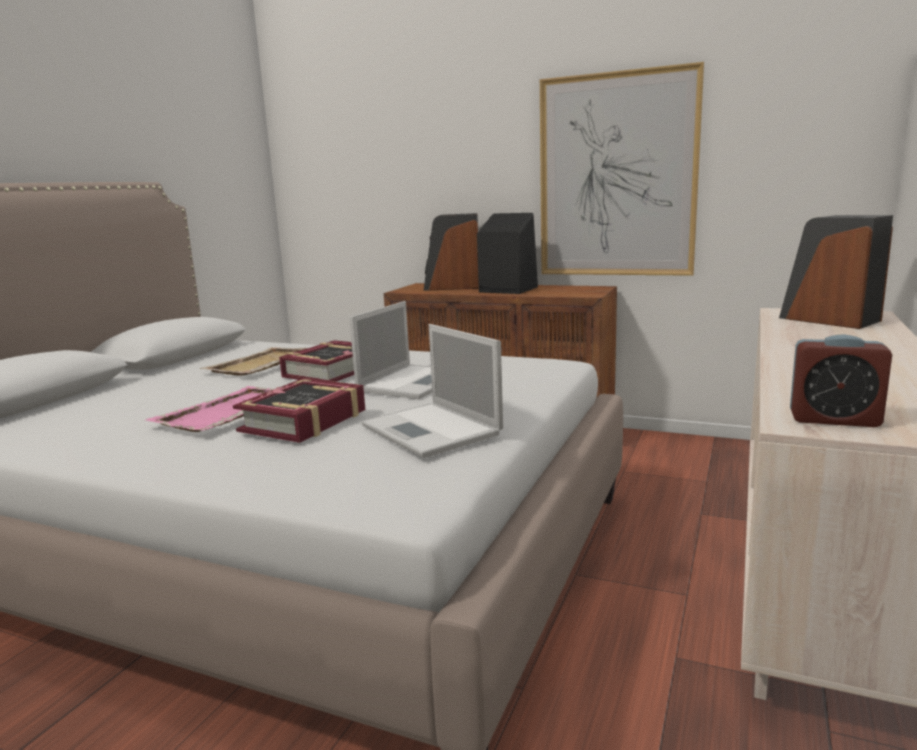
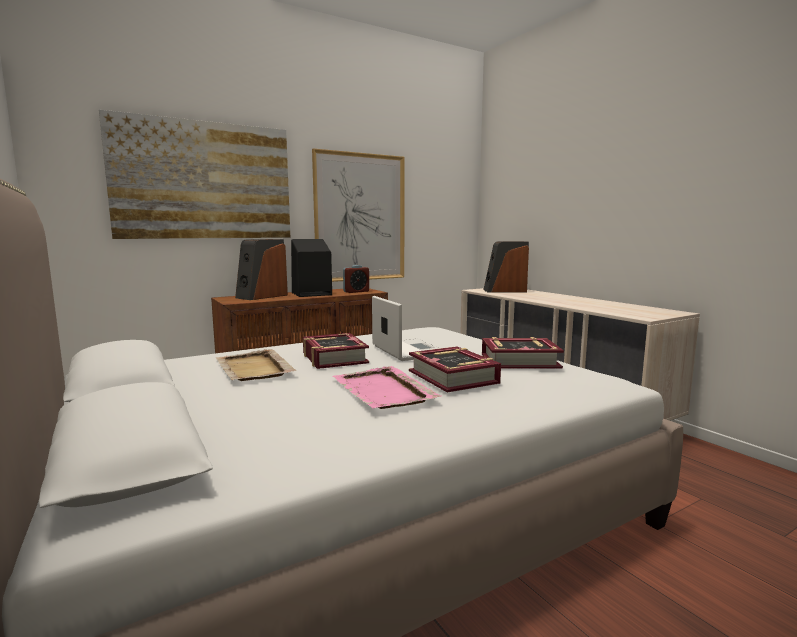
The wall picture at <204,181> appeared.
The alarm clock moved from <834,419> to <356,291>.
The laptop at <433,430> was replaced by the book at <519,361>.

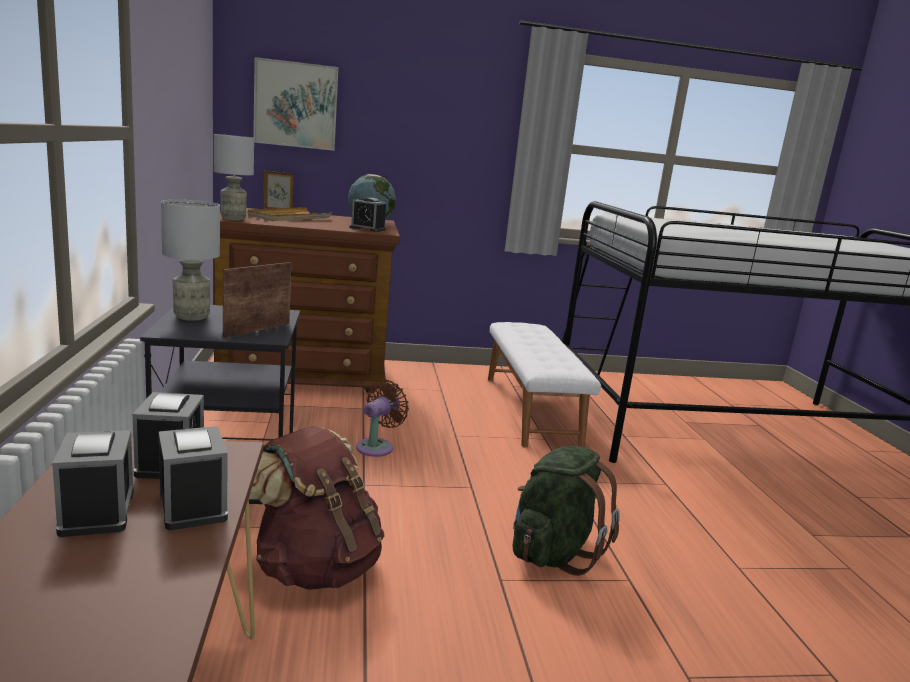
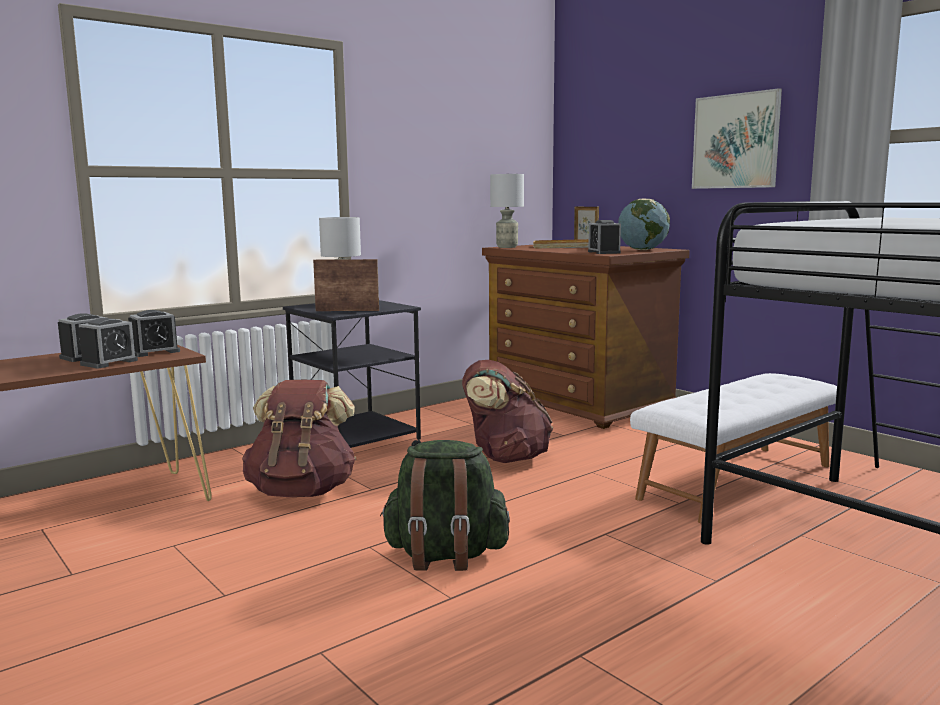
The brownish cooling fan at <377,446> was replaced by the brownish rucksack at <505,457>.
The wall picture moved from <295,105> to <735,141>.

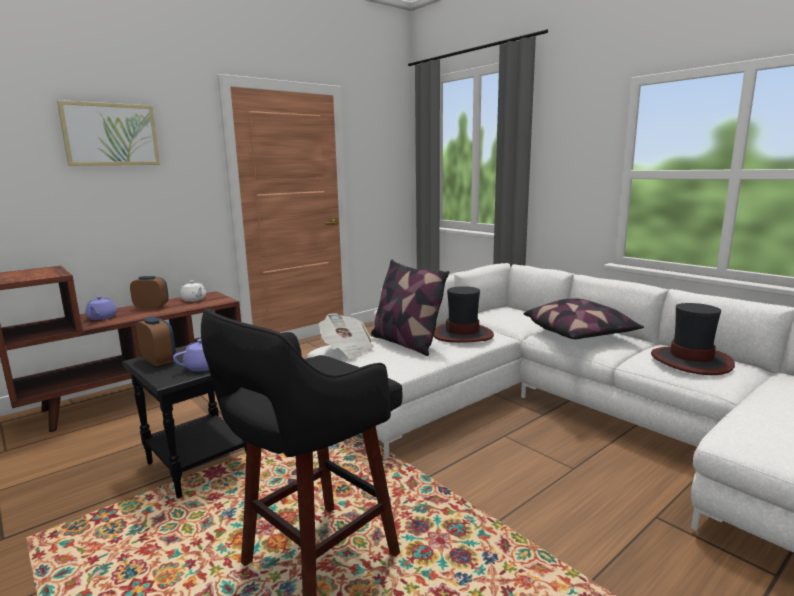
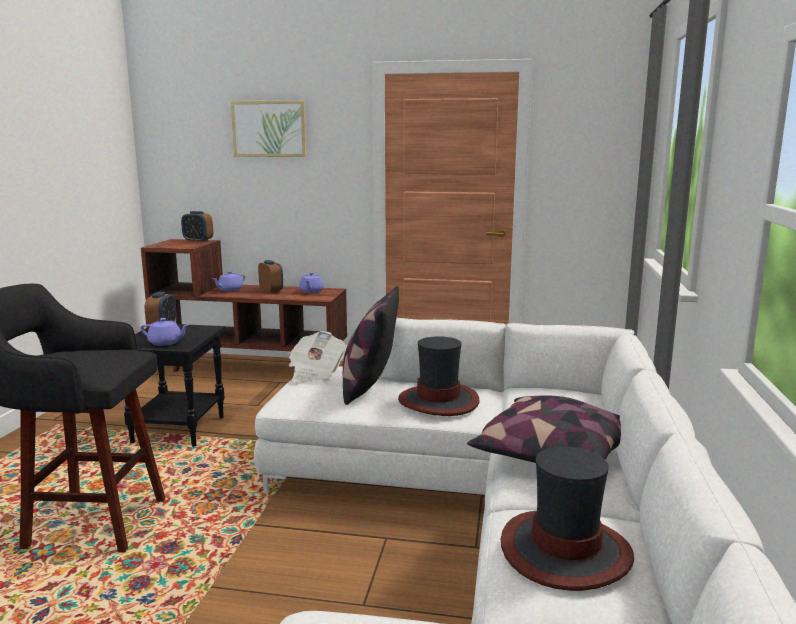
The alarm clock at <198,241> appeared.
The whitish pot for tea at <194,299> became the purple-coloured pot for tea at <311,291>.

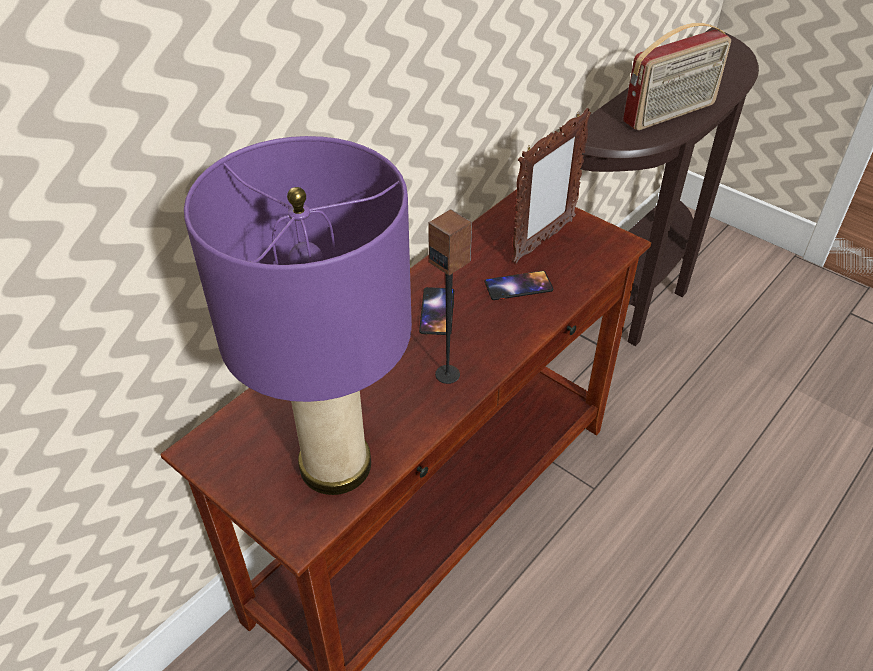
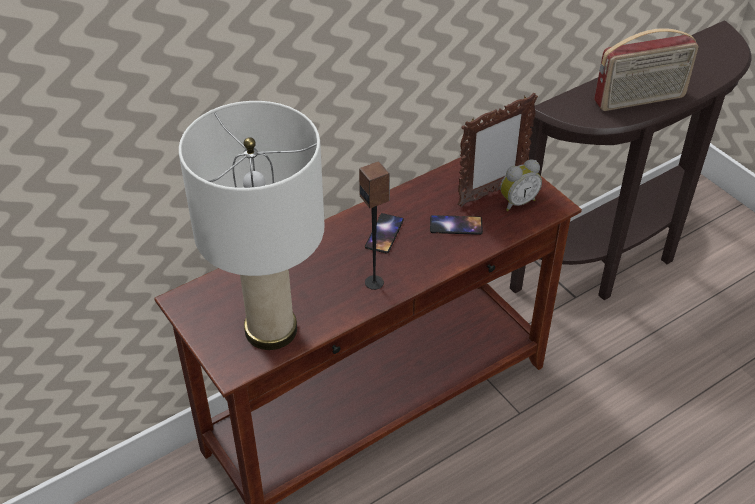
The purple-coloured tabletop lamp at <336,465> became the whitish tabletop lamp at <271,330>.
The alarm clock at <517,202> appeared.

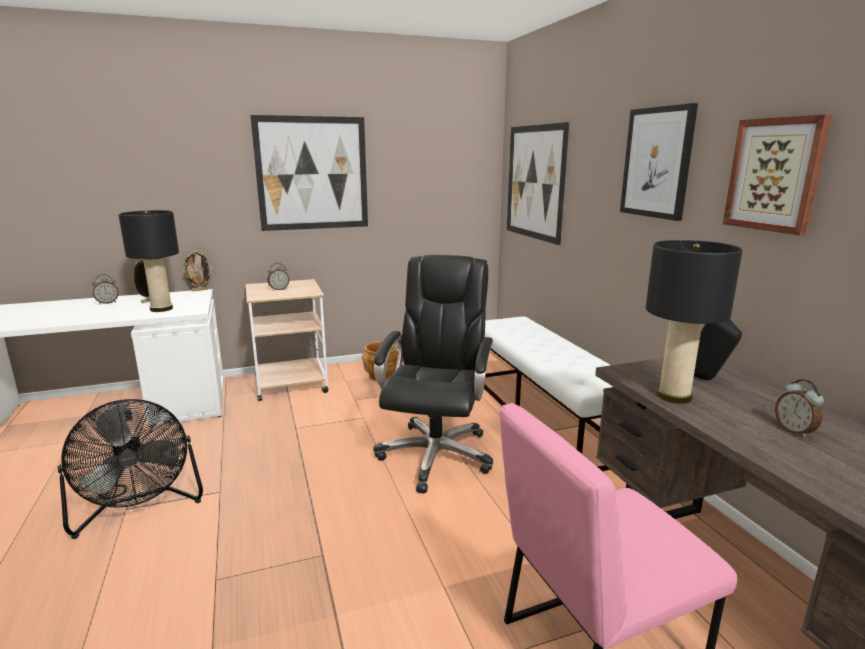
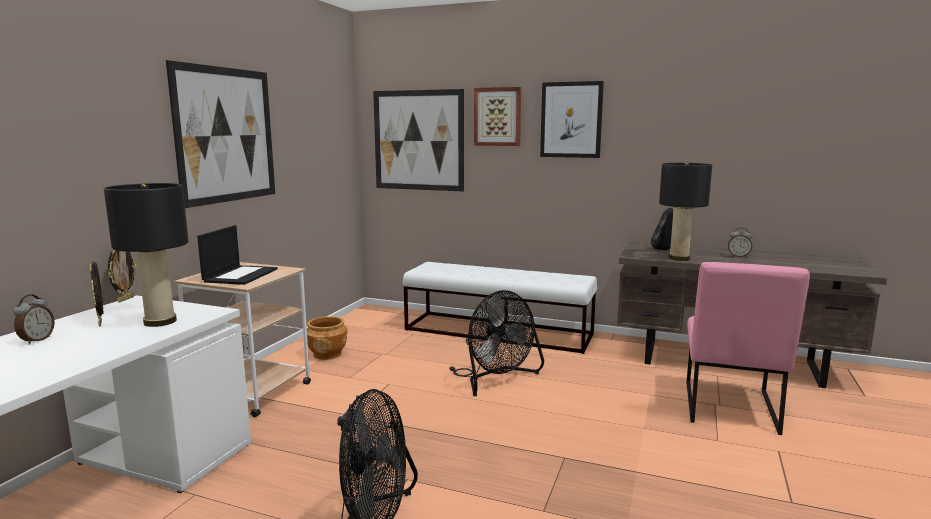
The alarm clock at <279,289> was replaced by the laptop at <240,275>.
The blackish office chair at <436,454> was replaced by the blackish cooling fan at <493,379>.
The wall picture moved from <775,175> to <497,117>.

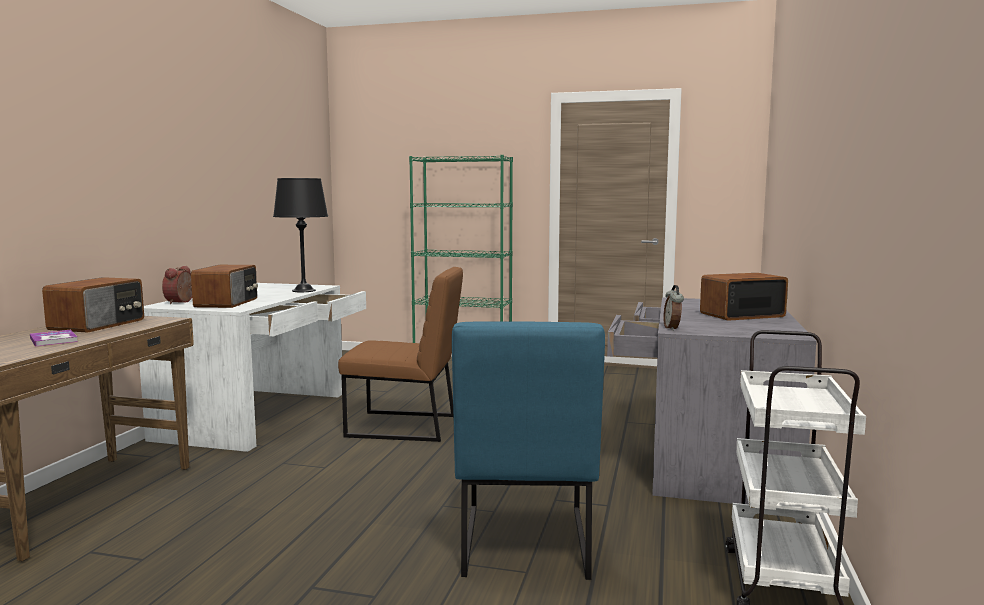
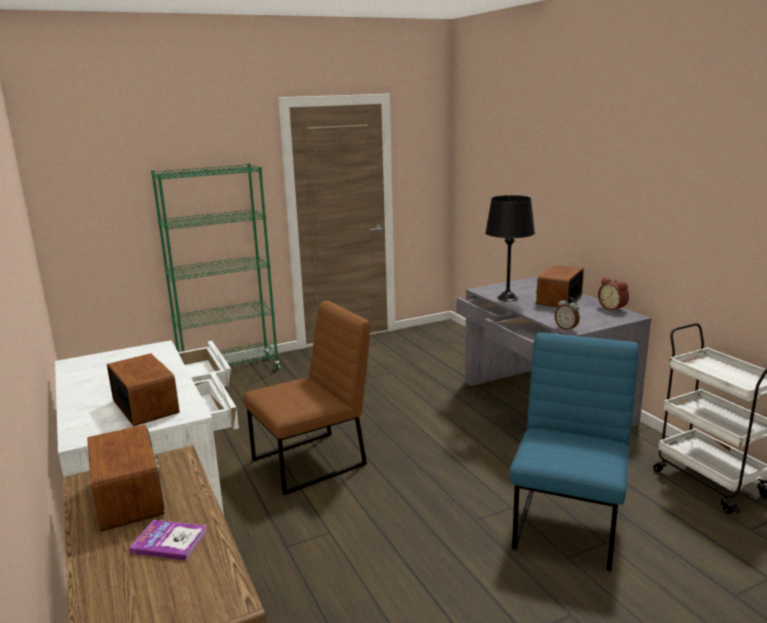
The blackish tabletop lamp moved from <303,290> to <507,298>.
The blue plain chair at <524,543> turned 120 degrees counterclockwise.
The alarm clock moved from <181,302> to <613,308>.

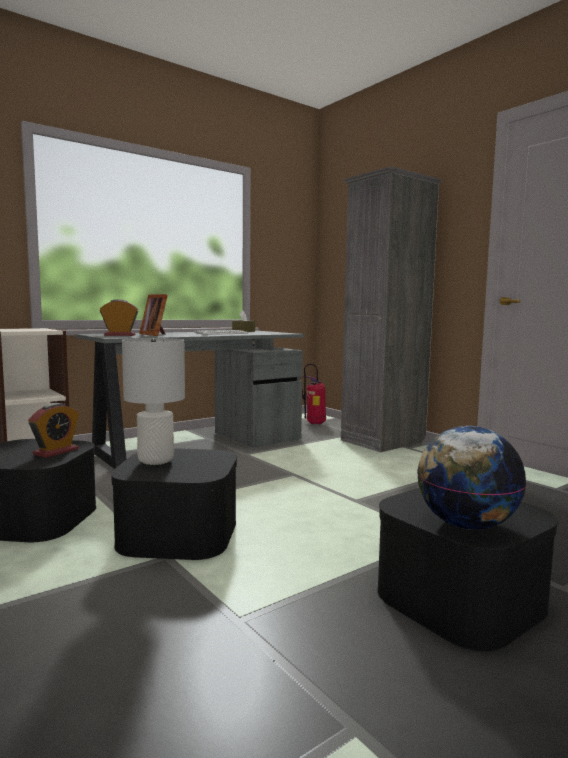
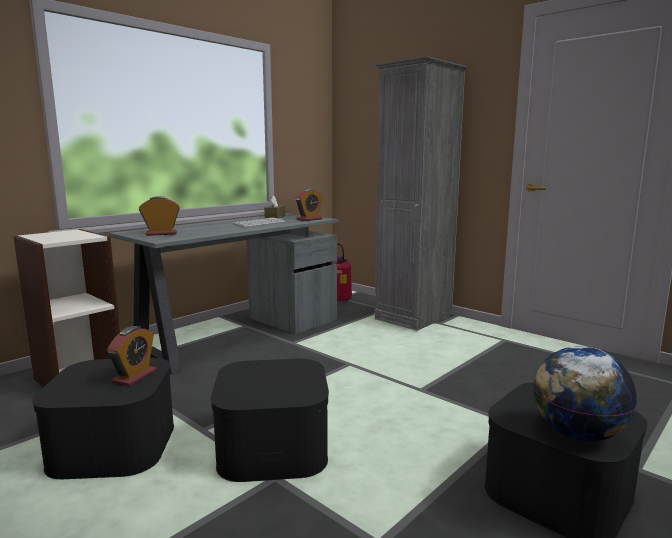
The alarm clock at <309,219> appeared.
The greyish tabletop lamp at <155,462> disappeared.
The picture frame at <156,335> disappeared.

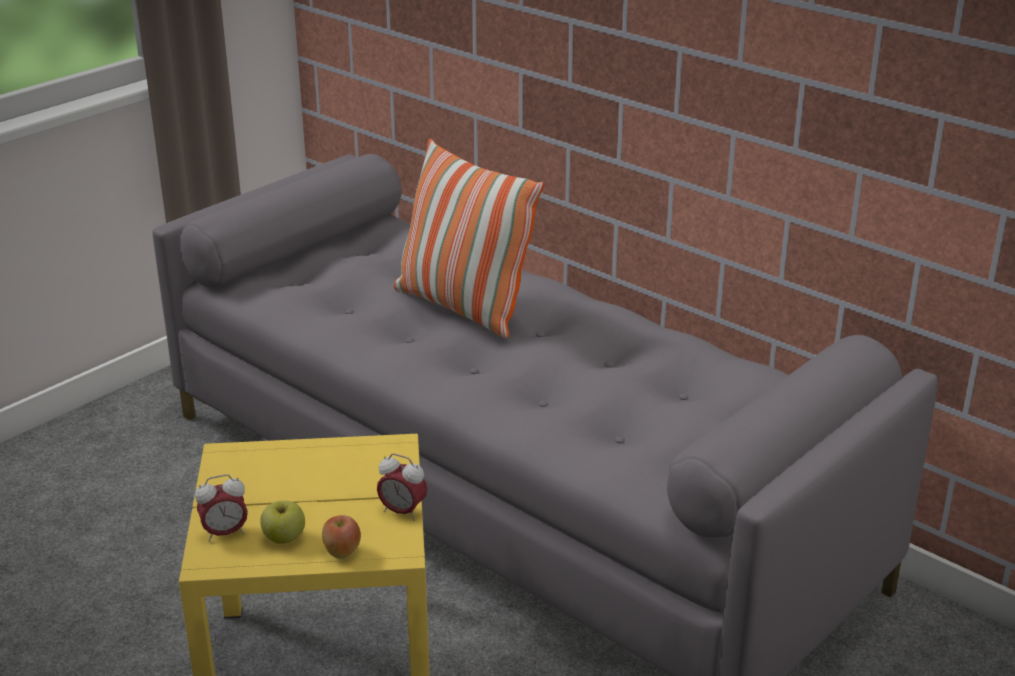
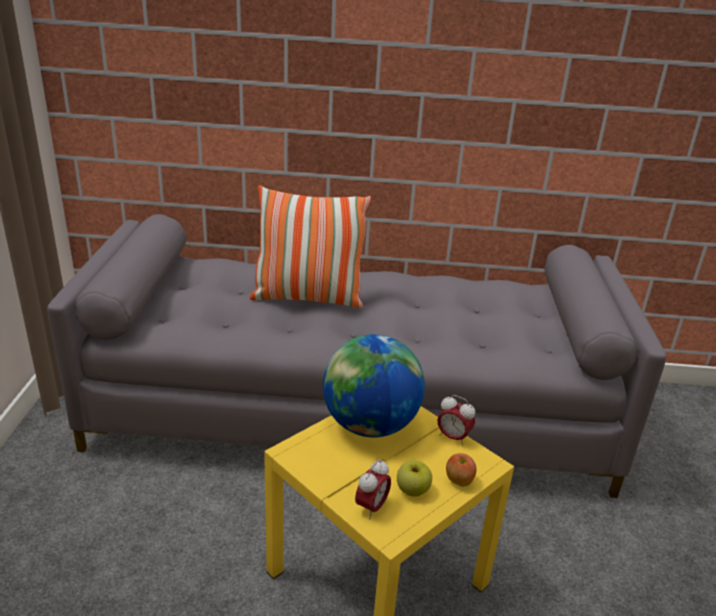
The globe at <370,425> appeared.
The alarm clock at <402,512> turned 45 degrees clockwise.

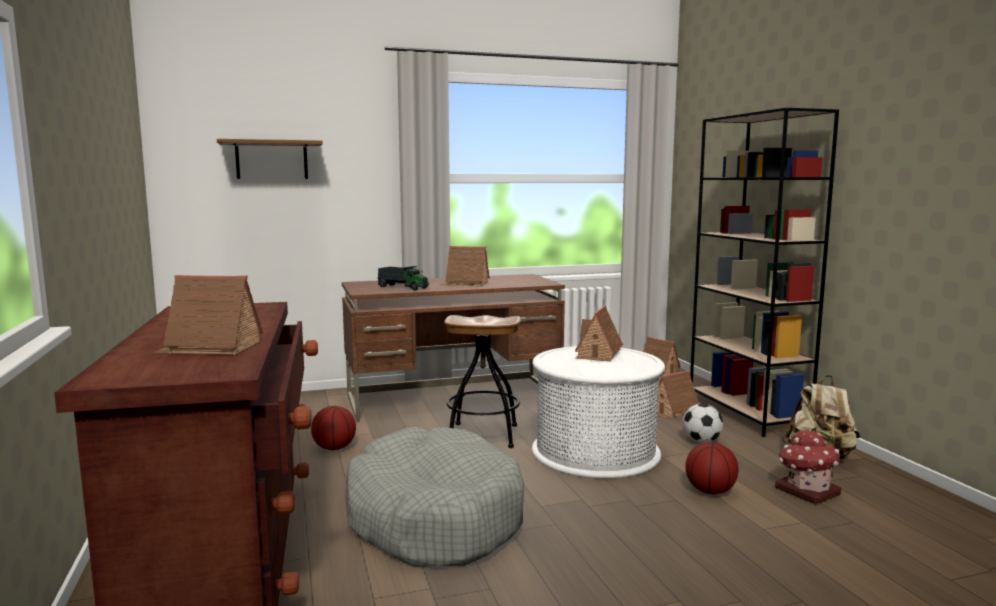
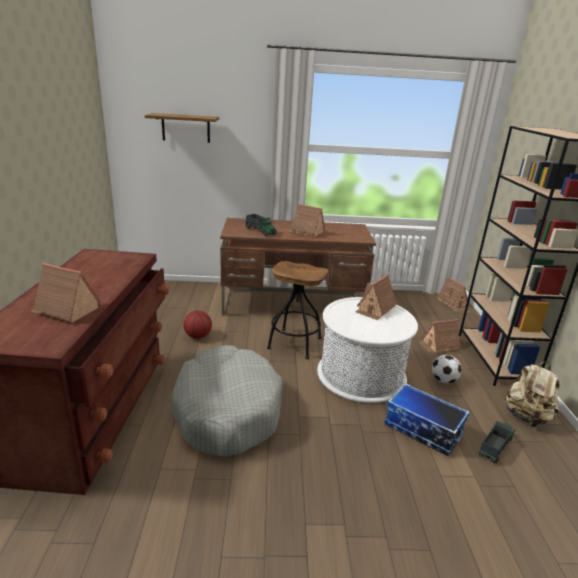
The ball for basketball at <709,491> was replaced by the storage bin at <422,430>.
The toy house at <806,491> was replaced by the toy lorry at <495,447>.

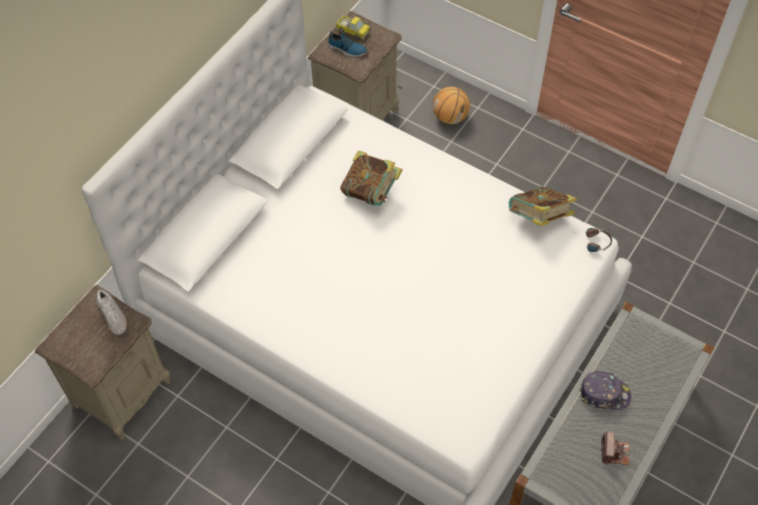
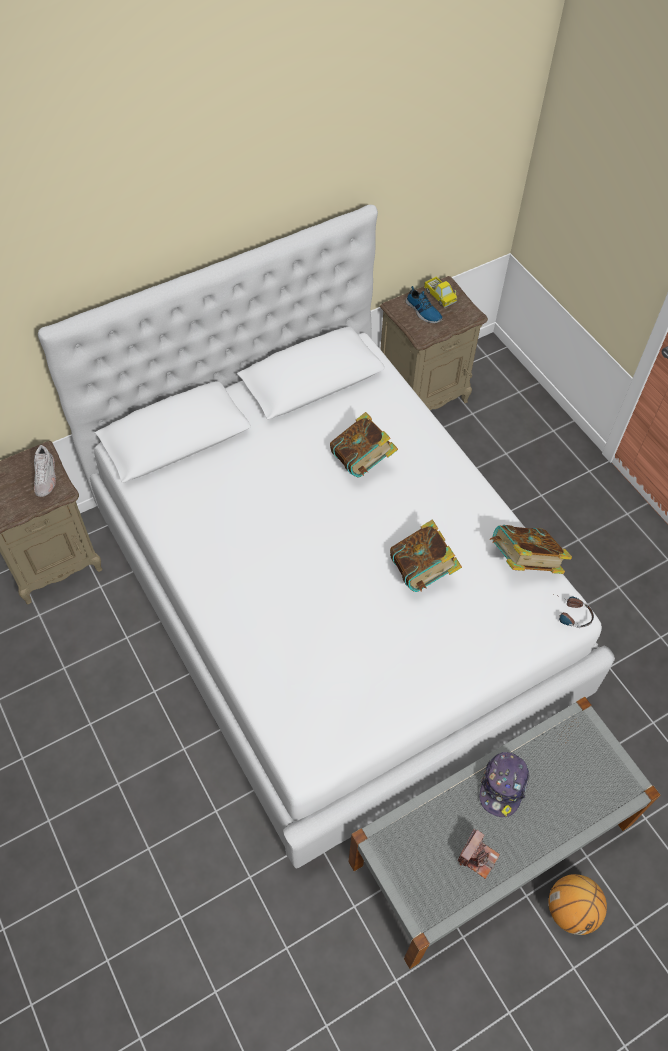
The book at <422,571> appeared.
The baseball cap at <604,394> turned 75 degrees clockwise.
The ball for basketball moved from <450,117> to <571,910>.

